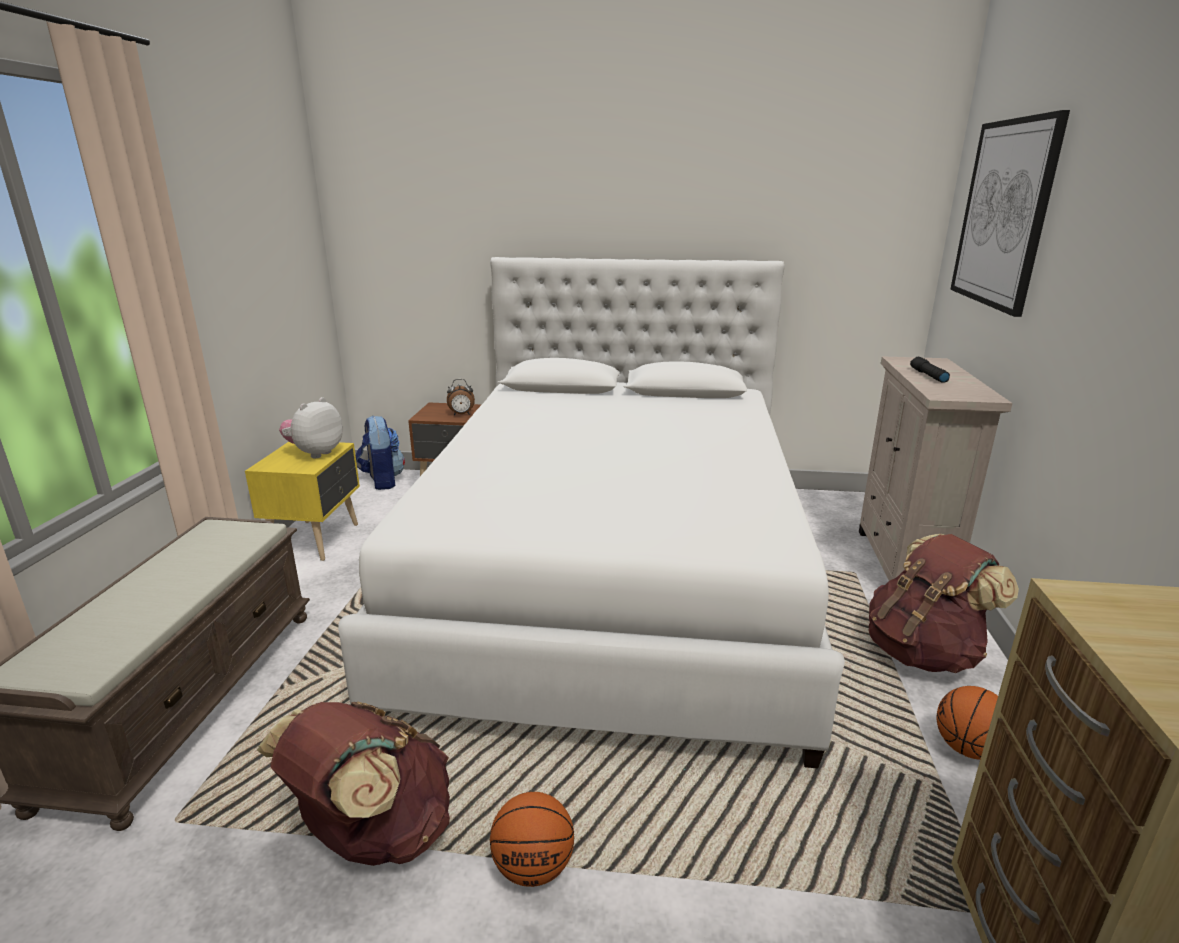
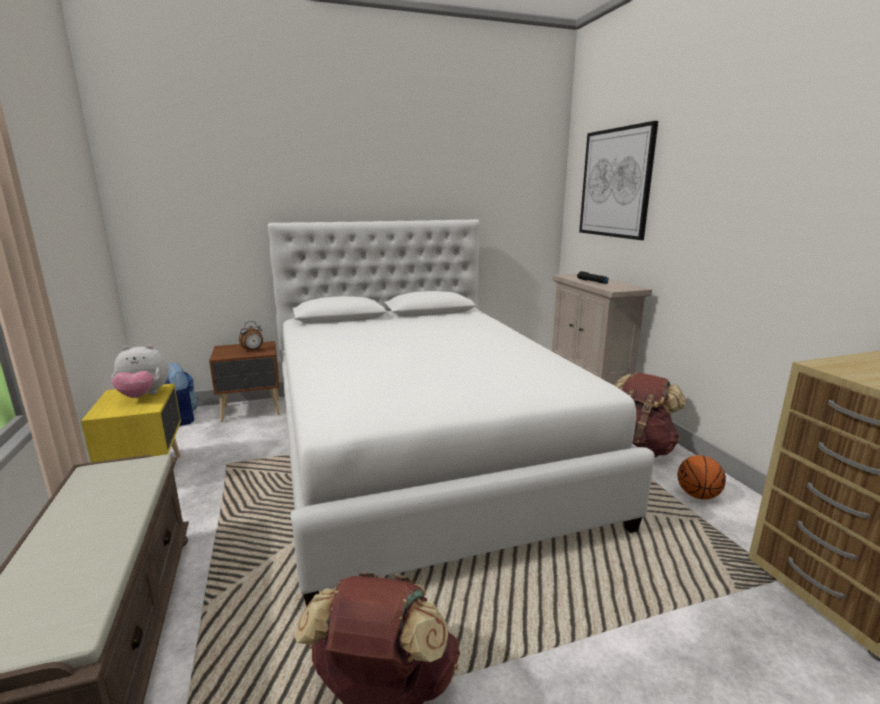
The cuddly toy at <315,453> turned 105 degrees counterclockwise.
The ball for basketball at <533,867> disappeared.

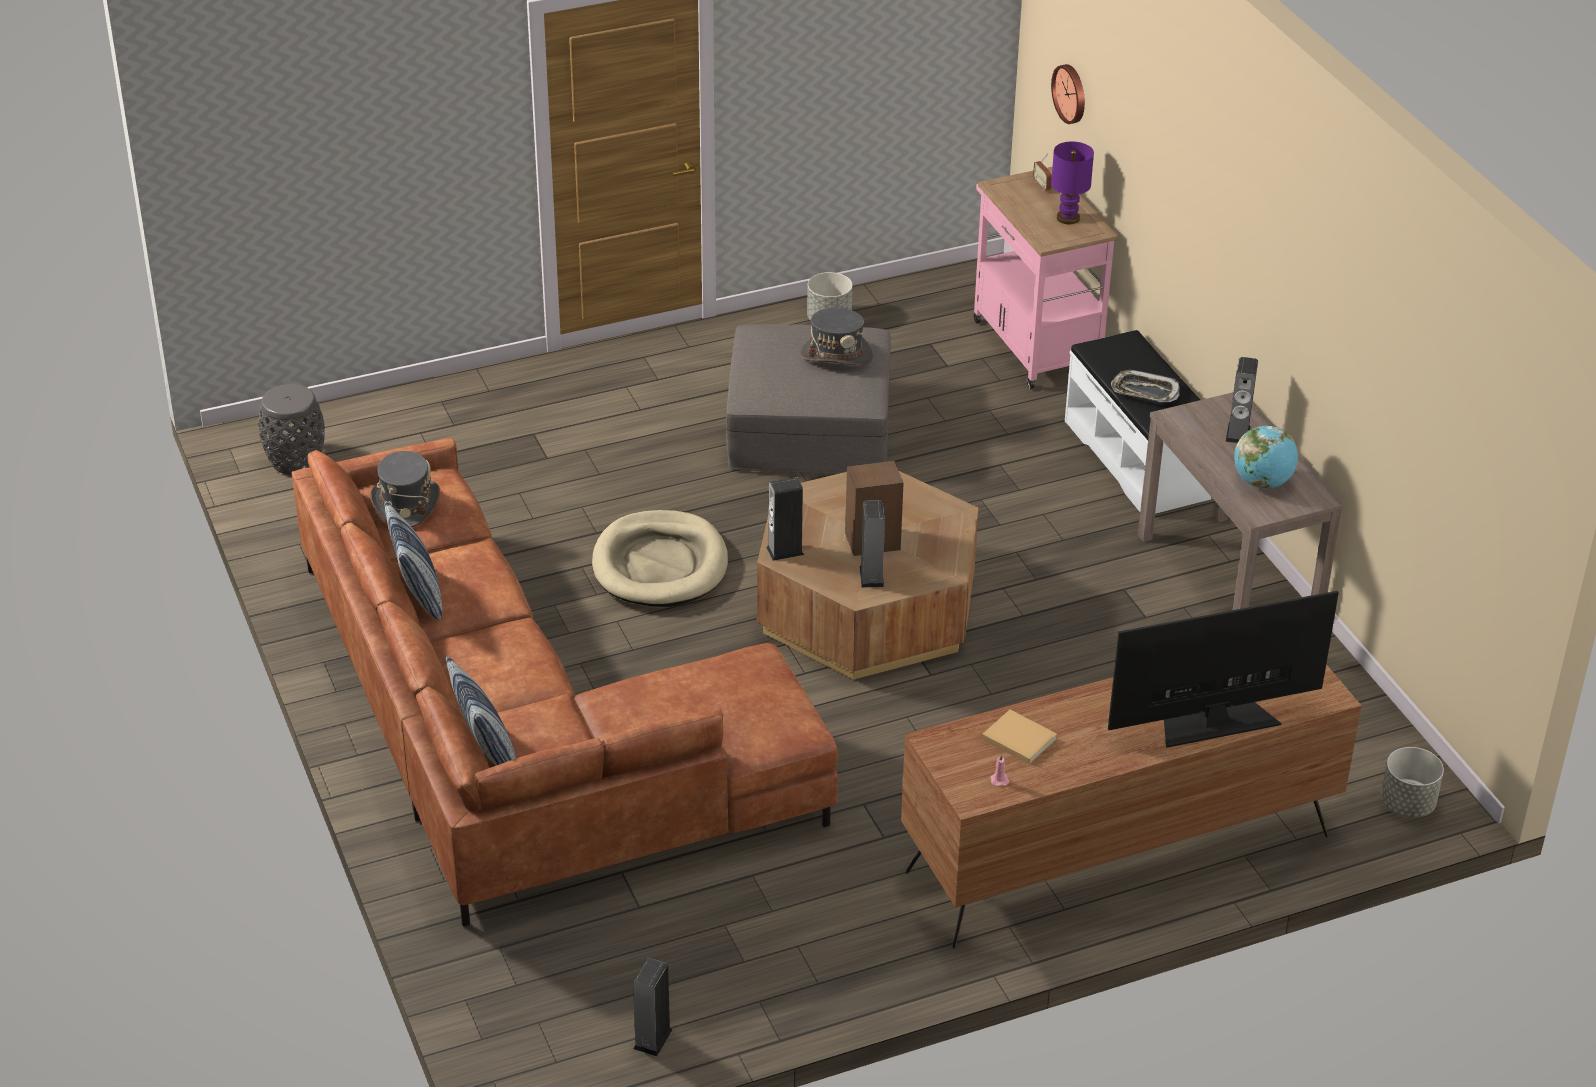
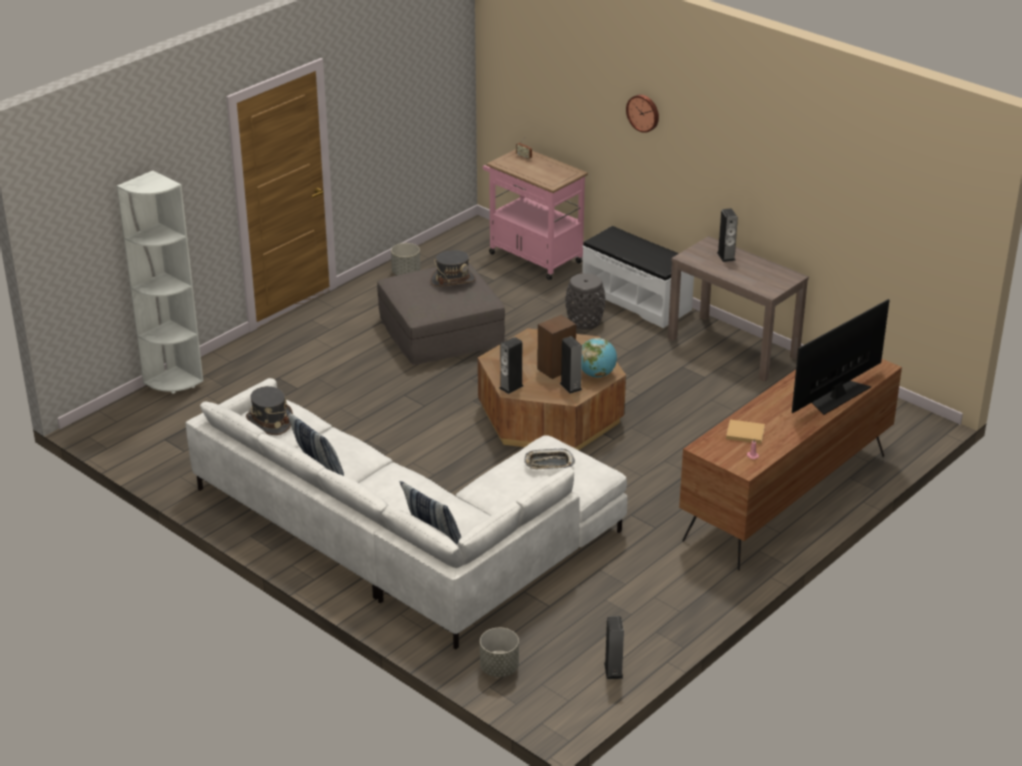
The whitish shelving unit at <174,386> appeared.
The brownish settee at <521,733> became the whitish settee at <404,538>.
The greyish planter moved from <1407,804> to <499,668>.
The serving tray moved from <1144,391> to <549,463>.
The greyish stool seat moved from <295,460> to <584,322>.
The globe moved from <1262,482> to <597,374>.
The clock on the wall moved from <1071,93> to <643,112>.
The beige dog bed at <660,565> disappeared.
The purple-coloured tabletop lamp at <1067,218> disappeared.

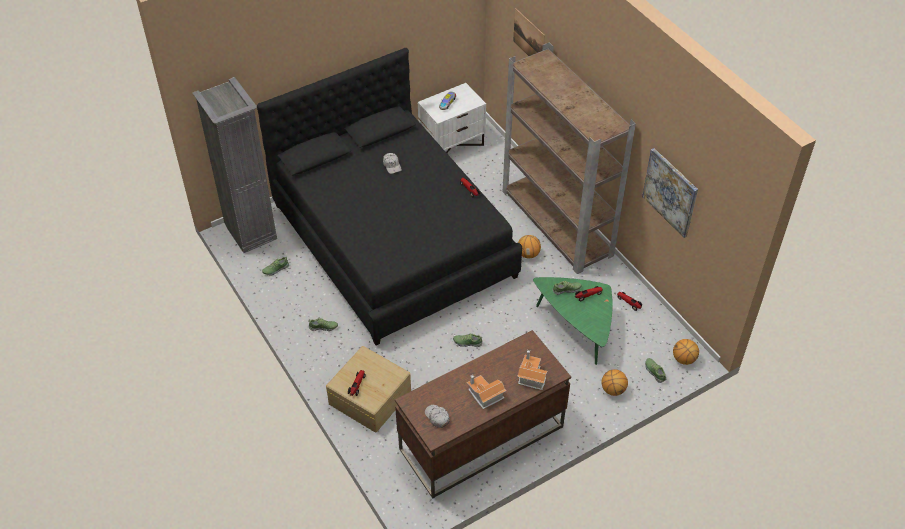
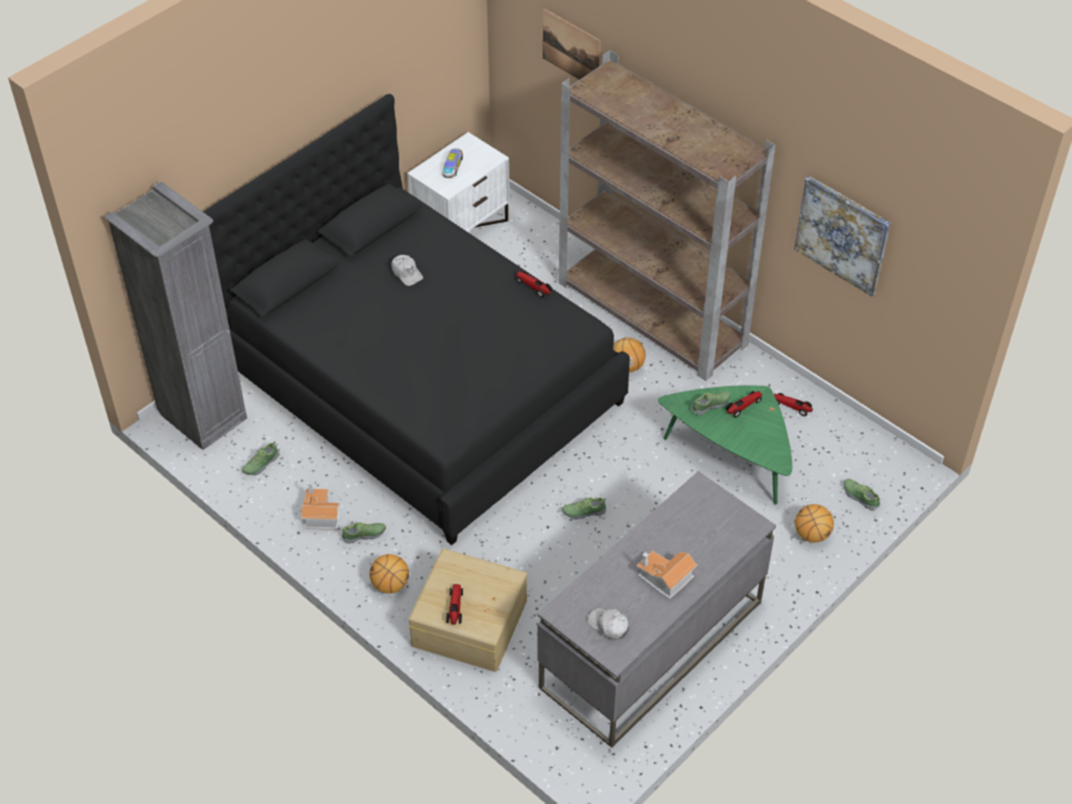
The toy house moved from <530,376> to <319,515>.
The ball for basketball moved from <684,359> to <390,585>.
The brownish desk table at <481,438> became the greyish desk table at <651,645>.

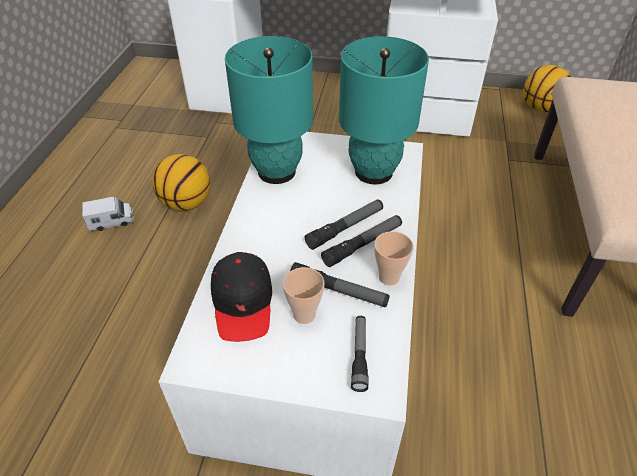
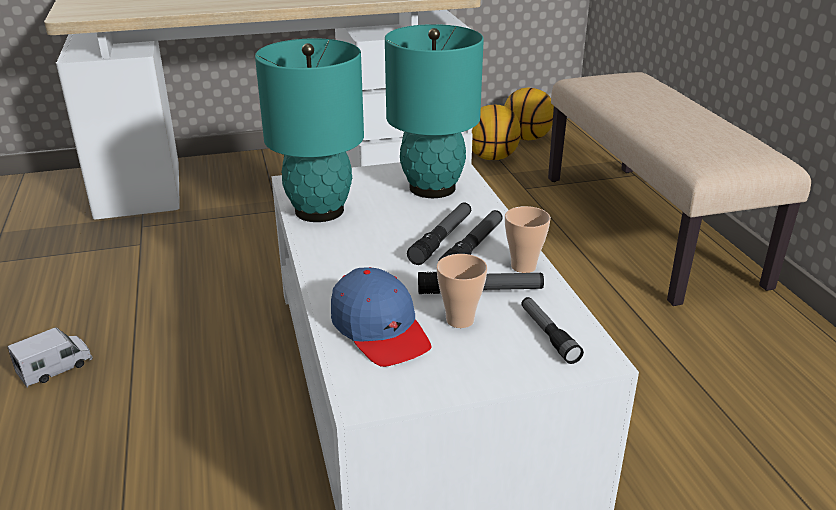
The blackish baseball cap at <243,303> became the blue baseball cap at <380,330>.
The ball for basketball moved from <186,203> to <492,157>.

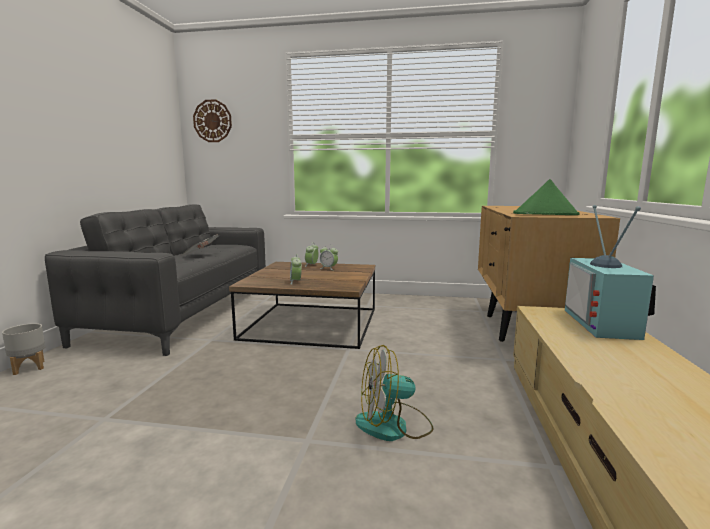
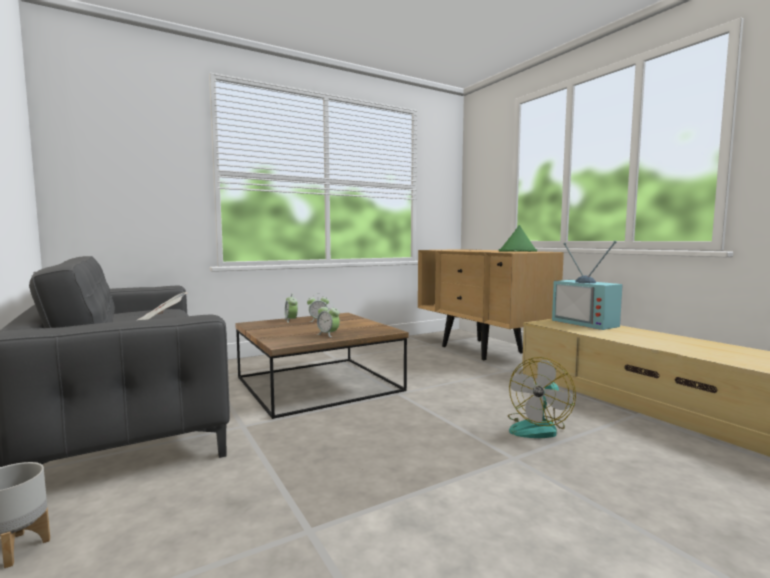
The clock on the wall at <212,121> disappeared.

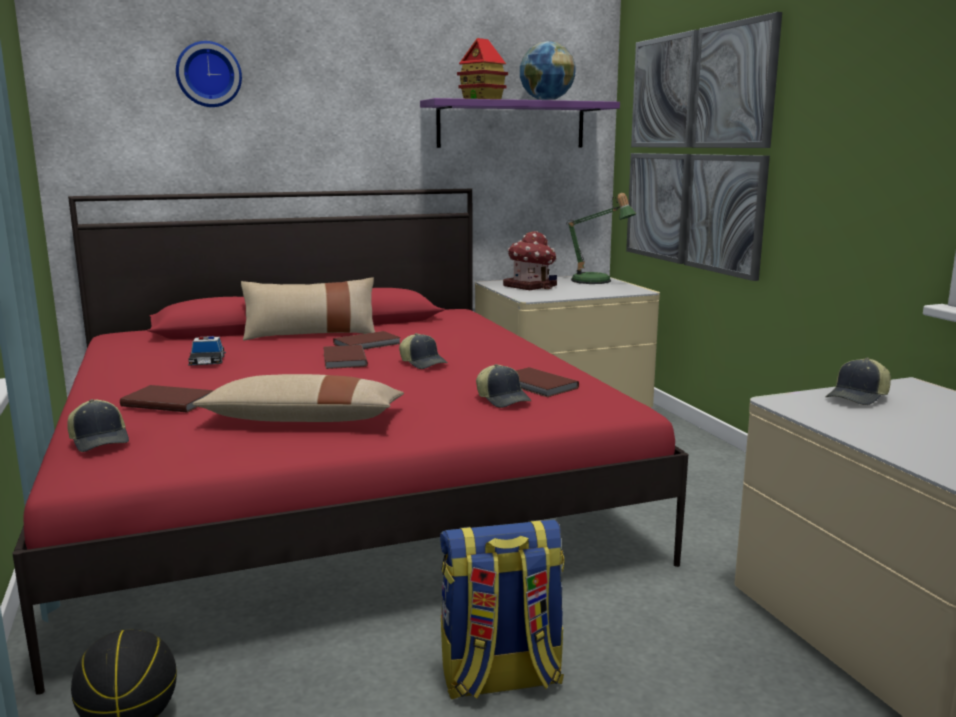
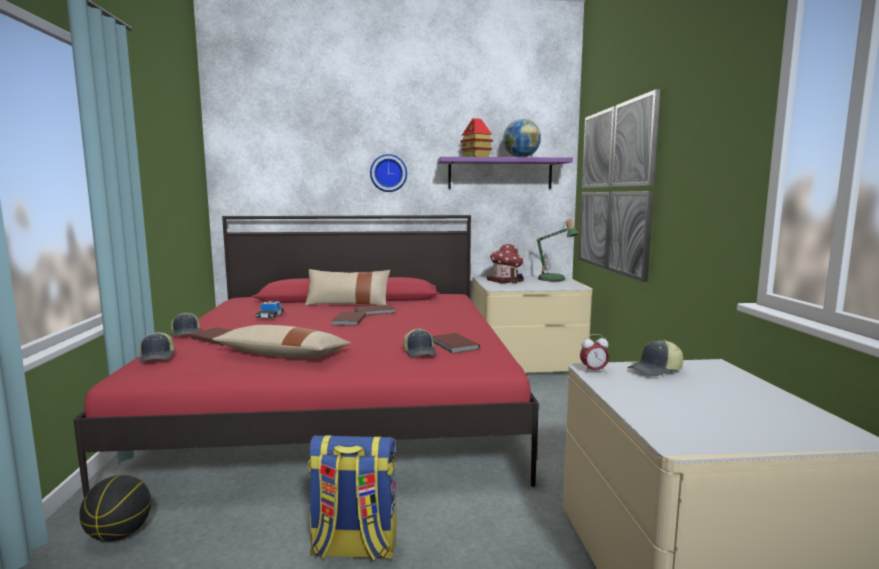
The baseball cap moved from <423,363> to <186,333>.
The clock on the wall moved from <208,74> to <388,173>.
The alarm clock at <593,371> appeared.

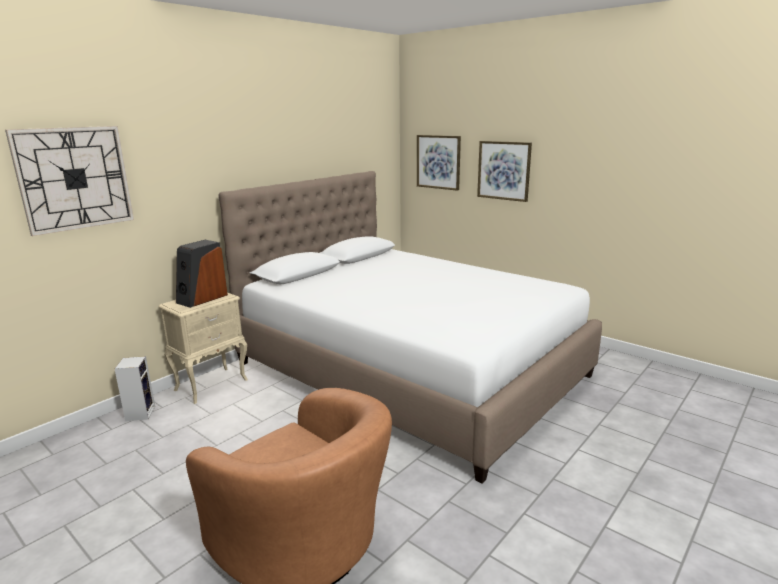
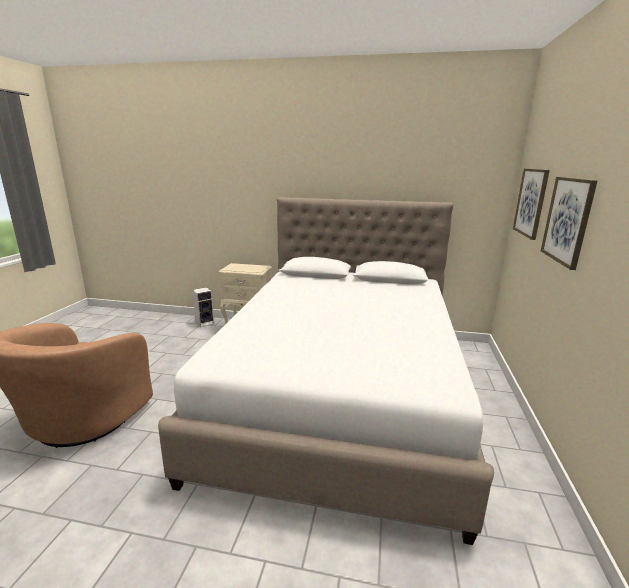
The clock on the wall at <74,178> disappeared.
The speaker at <202,298> disappeared.

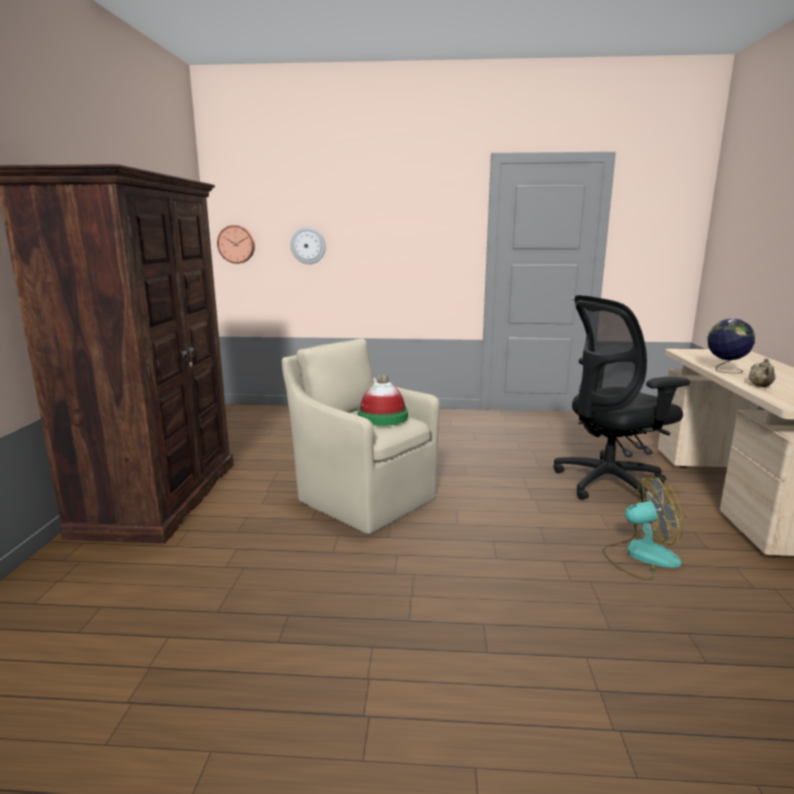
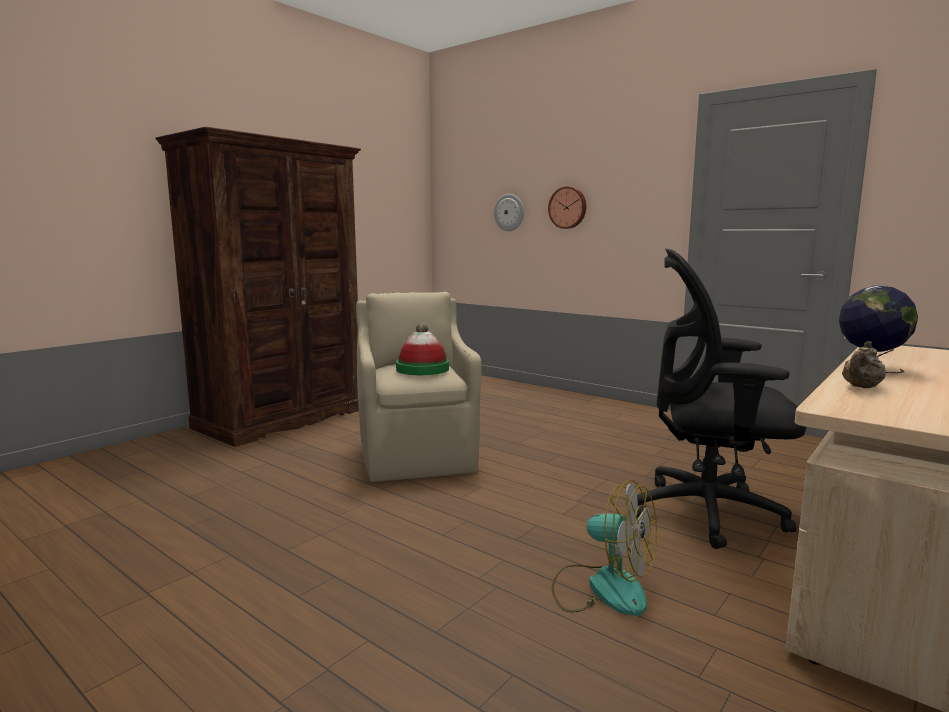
The clock on the wall moved from <236,244> to <568,207>.

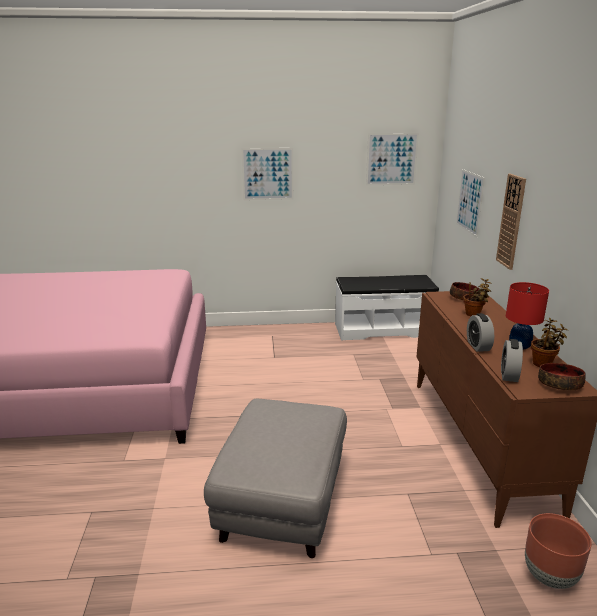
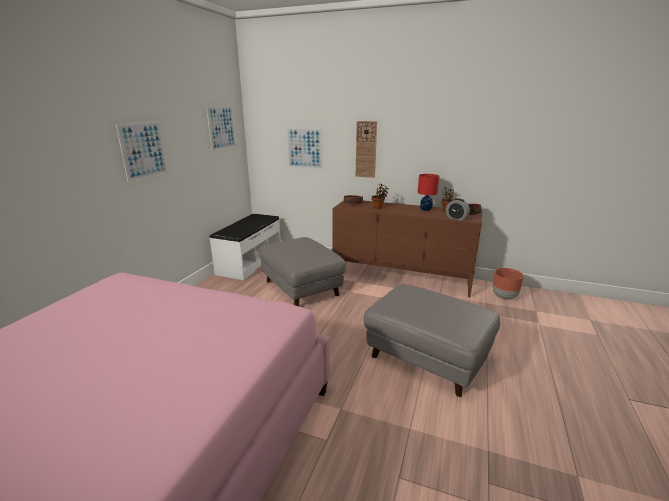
The greyish footrest at <301,288> appeared.
The alarm clock at <478,346> disappeared.

